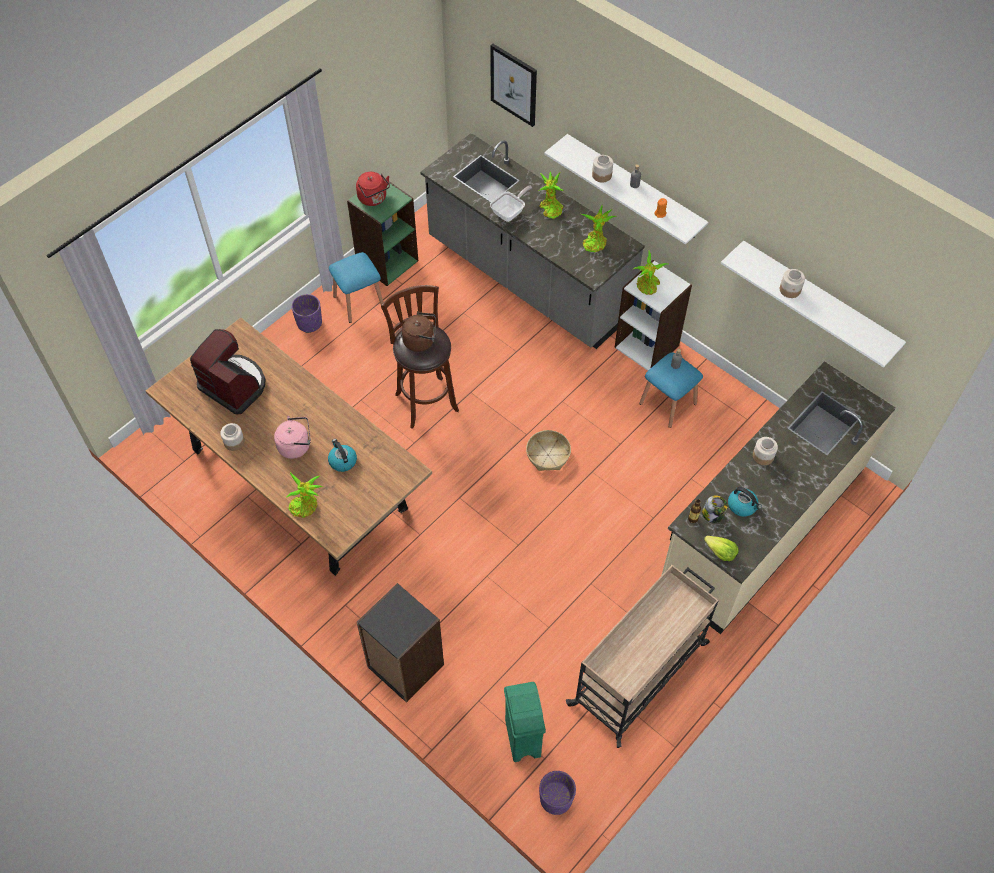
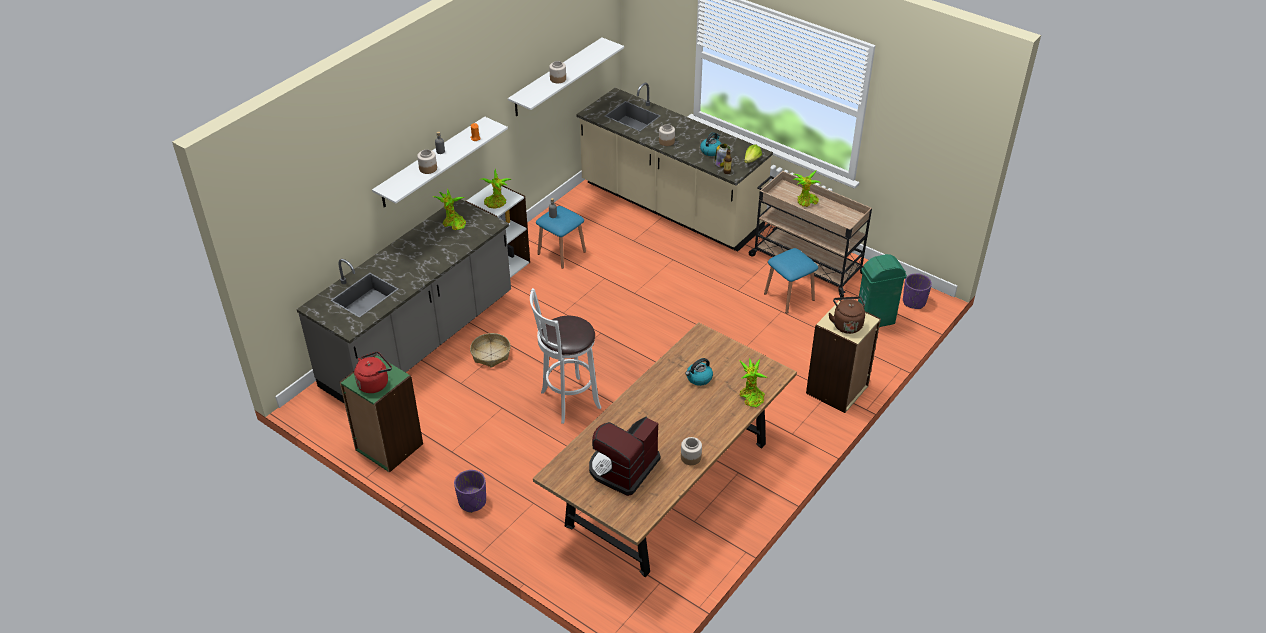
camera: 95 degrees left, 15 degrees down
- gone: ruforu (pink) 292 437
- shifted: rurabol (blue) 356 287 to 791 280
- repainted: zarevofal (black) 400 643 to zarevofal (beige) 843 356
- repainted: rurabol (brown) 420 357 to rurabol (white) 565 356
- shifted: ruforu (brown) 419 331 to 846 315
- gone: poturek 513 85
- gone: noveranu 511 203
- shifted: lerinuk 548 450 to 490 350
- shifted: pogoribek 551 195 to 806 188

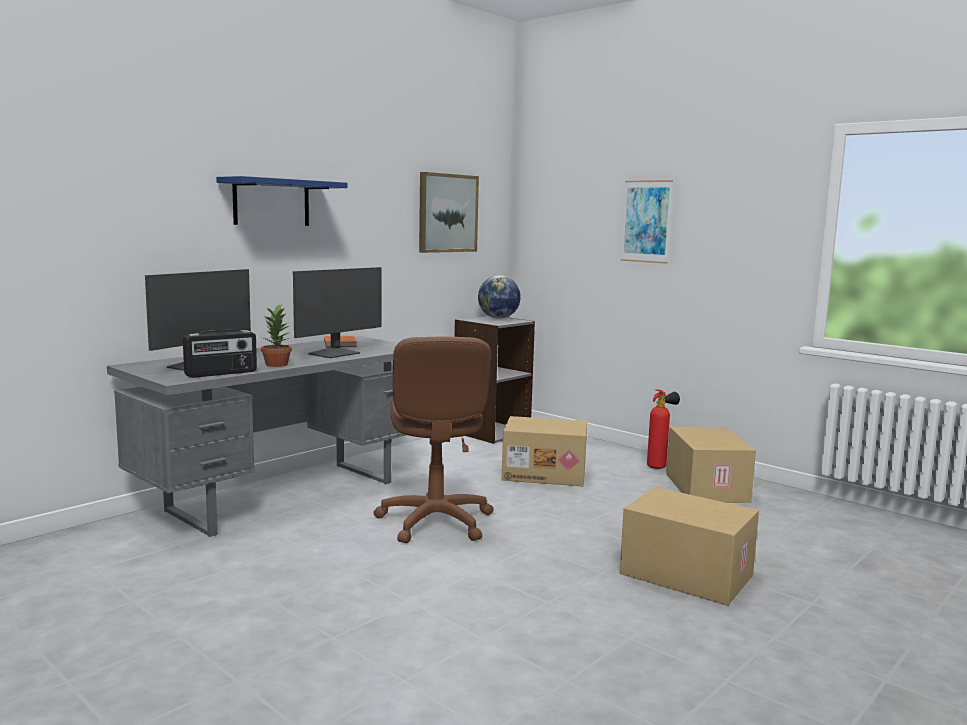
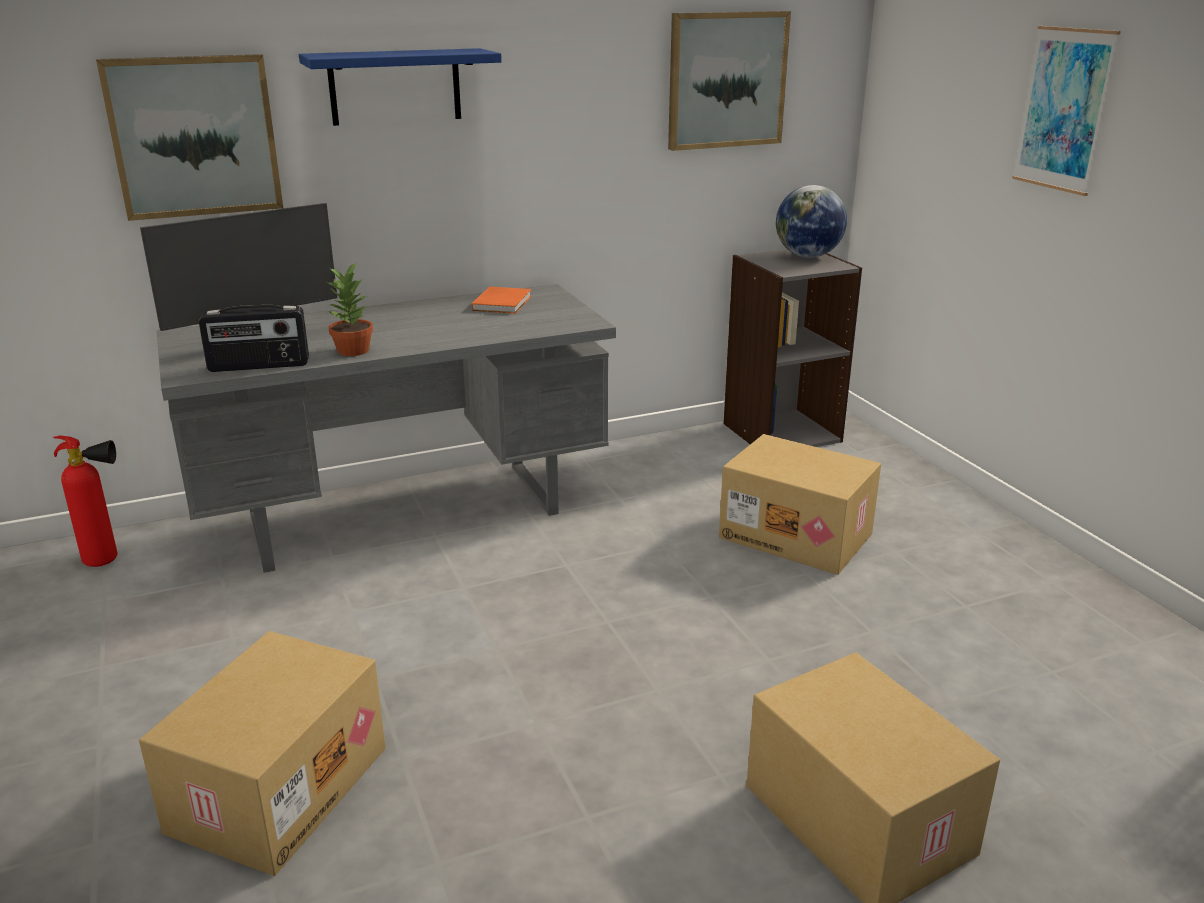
camera: 25 degrees right, 15 degrees up
- gone: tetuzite 337 312
- gone: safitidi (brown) 433 440
- shifted: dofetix 663 429 to 85 501
- shifted: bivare 711 465 to 262 753
- new: poturek 189 137

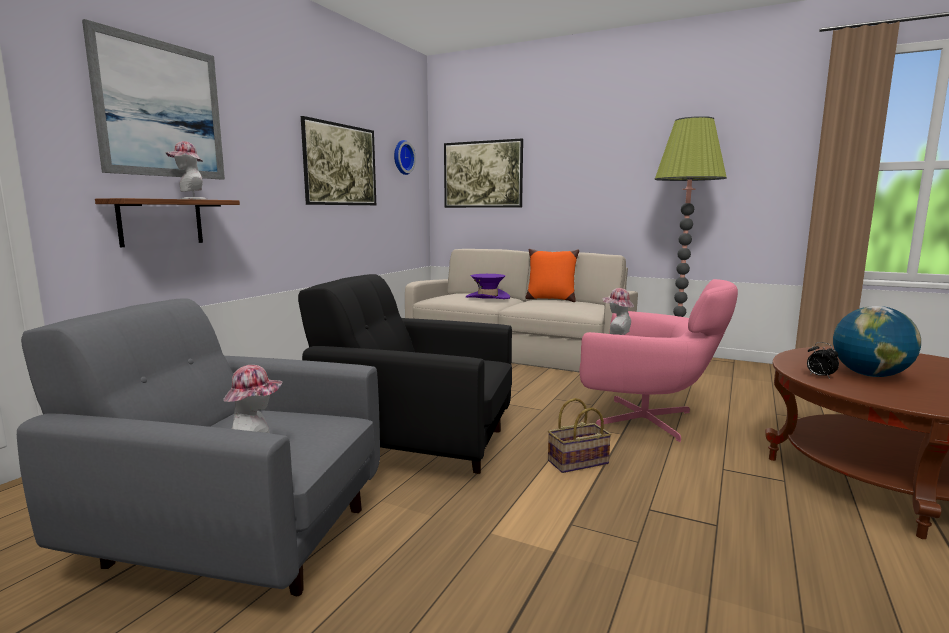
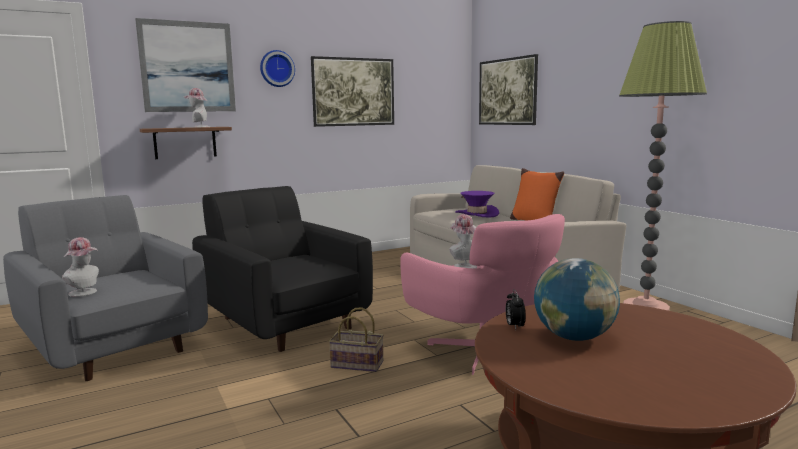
camera: 35 degrees right, 0 degrees up
- shifted: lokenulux 405 157 to 277 68

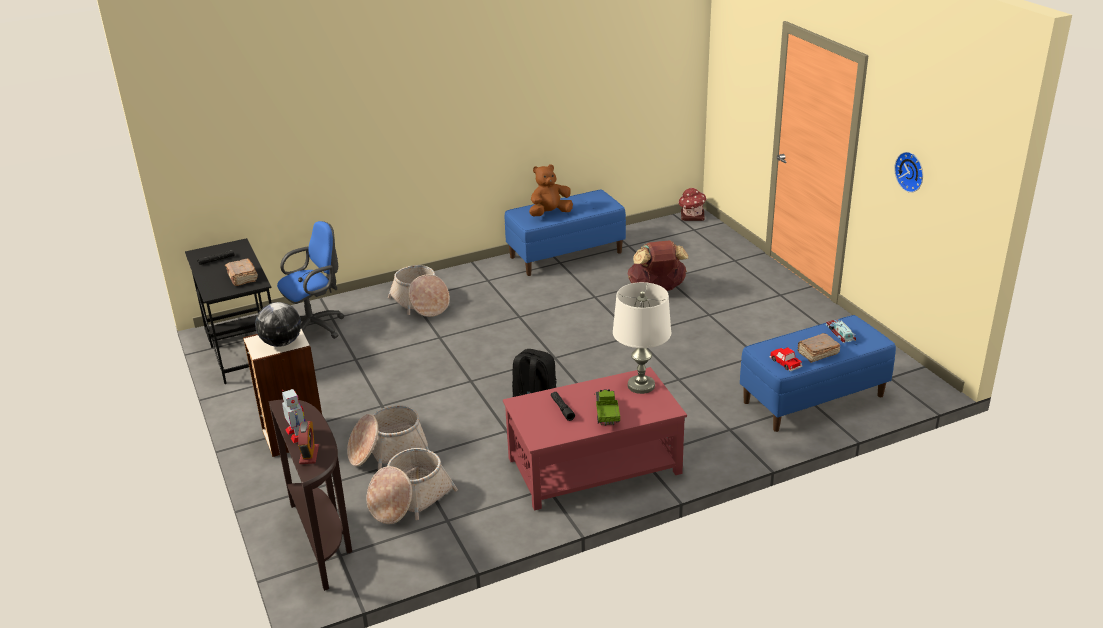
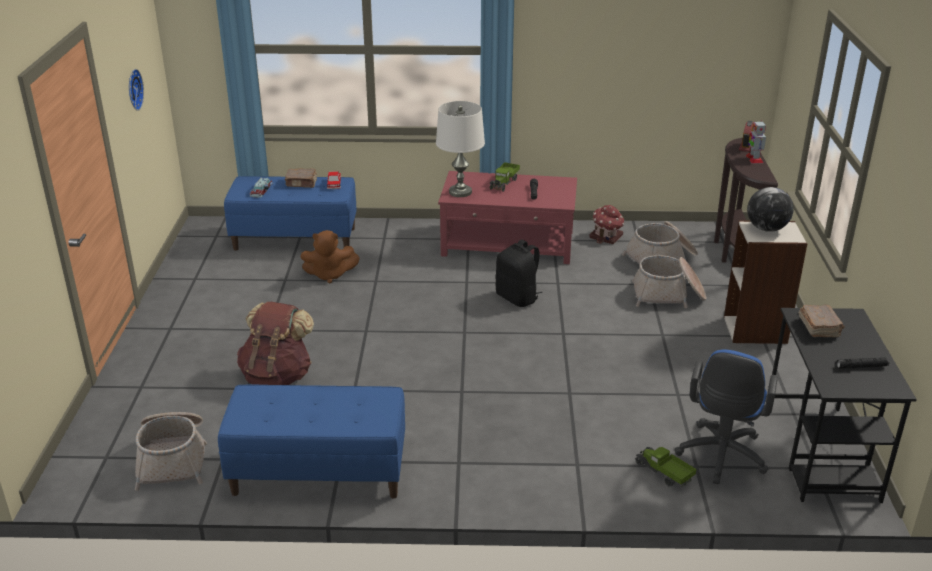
camera: 155 degrees left, 0 degrees up
- rotated: safitidi (blue) 310 280 = 726 416 60 degrees counterclockwise
- shifted: lerinuk 419 291 to 171 451
- shifted: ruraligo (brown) 551 190 to 330 257
- shifted: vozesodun 692 204 to 606 224
- new: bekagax 666 467

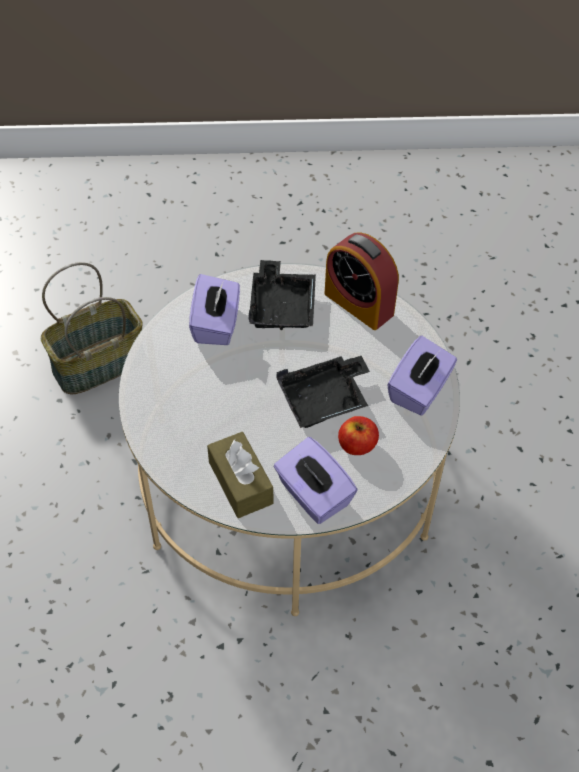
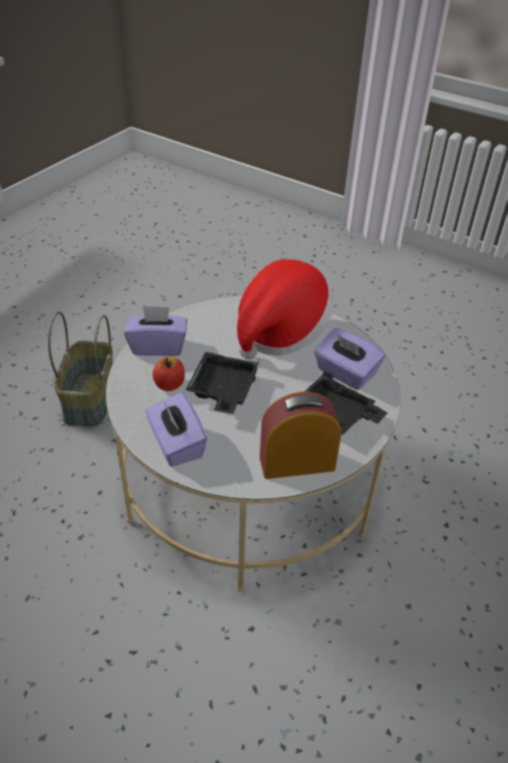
camera: 125 degrees right, 10 degrees down
- shifted: lerinuk 91 328 to 80 369
- gone: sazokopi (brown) 240 475
- new: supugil 285 309

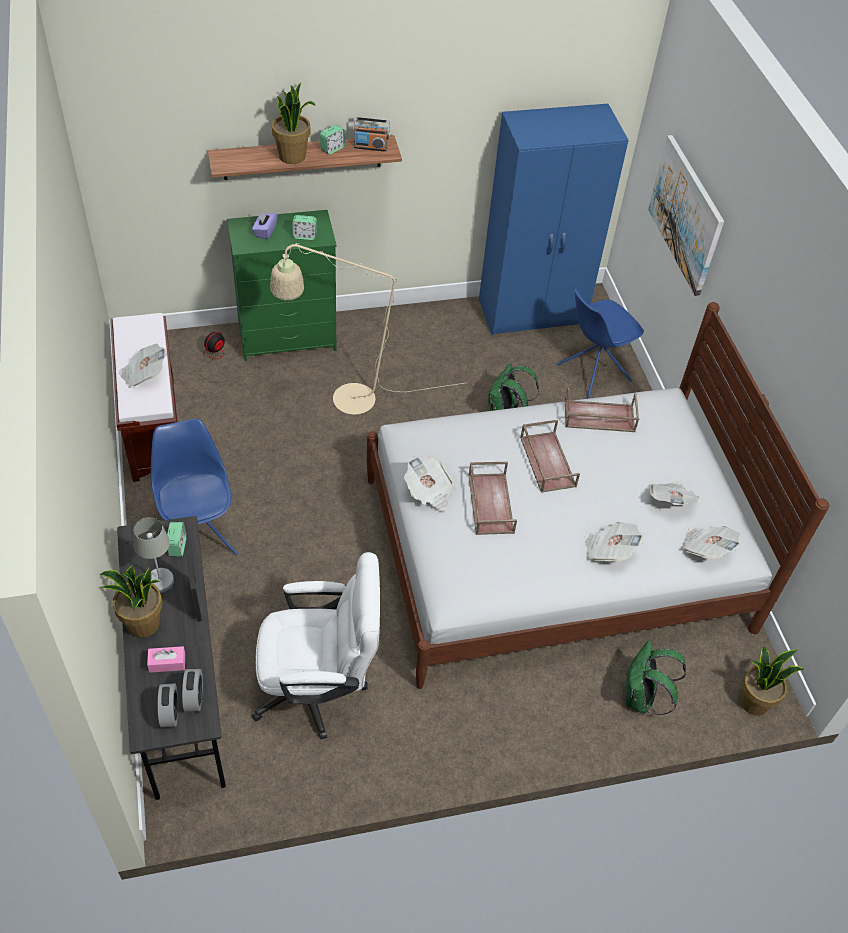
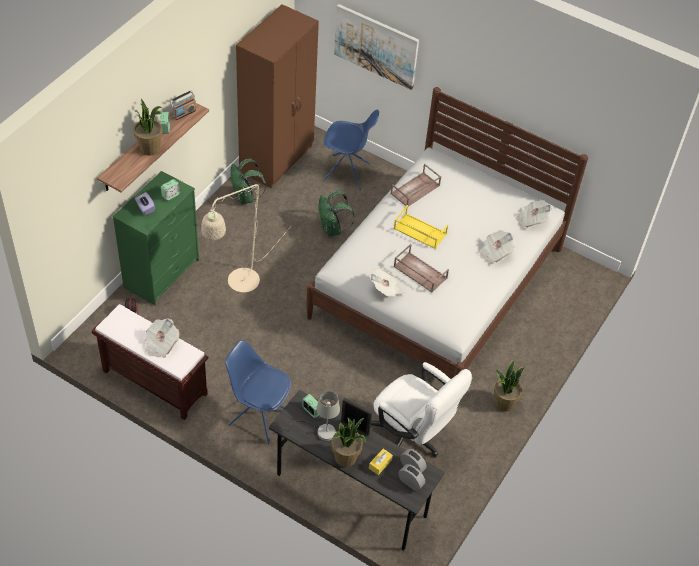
camera: 45 degrees left, 0 degrees up
- repainted: sazokopi (pink) 166 659 to sazokopi (yellow) 381 462
- rotated: safitidi (white) 315 646 = 421 409 90 degrees clockwise
- repainted: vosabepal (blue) 554 219 to vosabepal (brown) 277 96
- repainted: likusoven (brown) 550 456 to likusoven (yellow) 421 227
- rotated: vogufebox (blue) 600 343 = 351 150 90 degrees counterclockwise
- shifted: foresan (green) 656 678 to 248 181
- gone: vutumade 675 493
- shifted: pogoribek 772 681 to 509 385

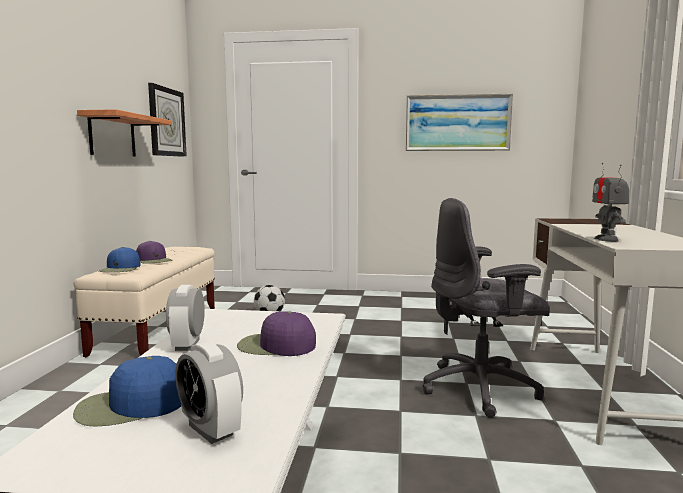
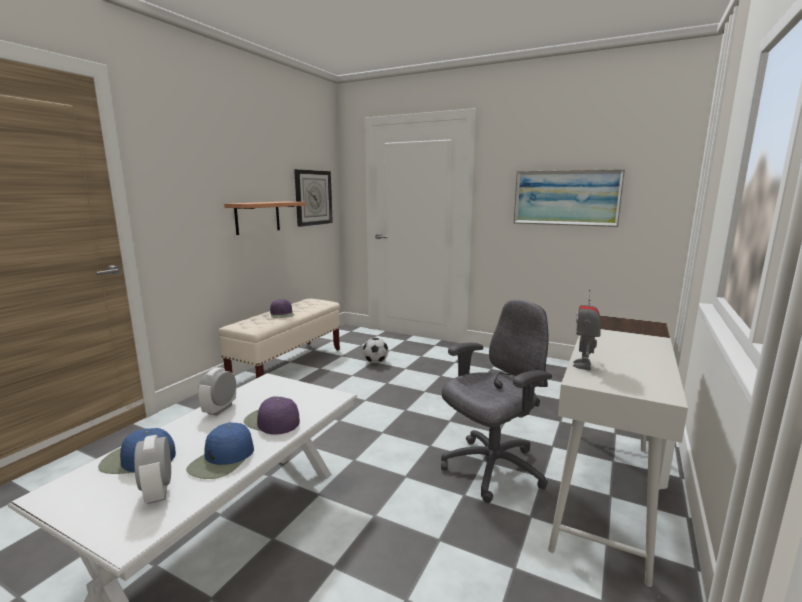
camera: 20 degrees right, 5 degrees up
- shifted: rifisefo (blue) 120 259 to 220 450
- rotated: safitidi (grey) 486 308 = 496 401 135 degrees clockwise

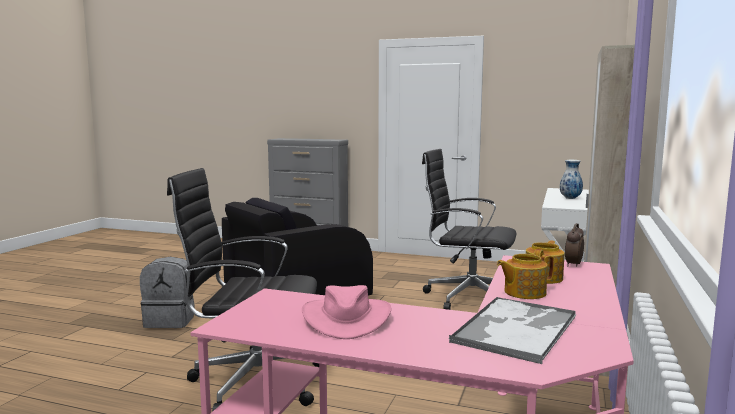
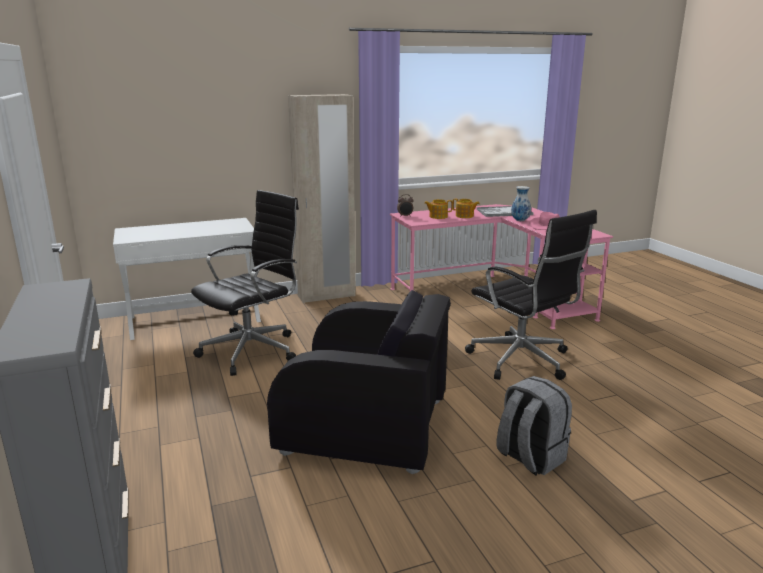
camera: 130 degrees left, 10 degrees up
- rotated: safitidi (black) 469 229 = 245 283 120 degrees counterclockwise
- shifted: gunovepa 571 179 to 521 203

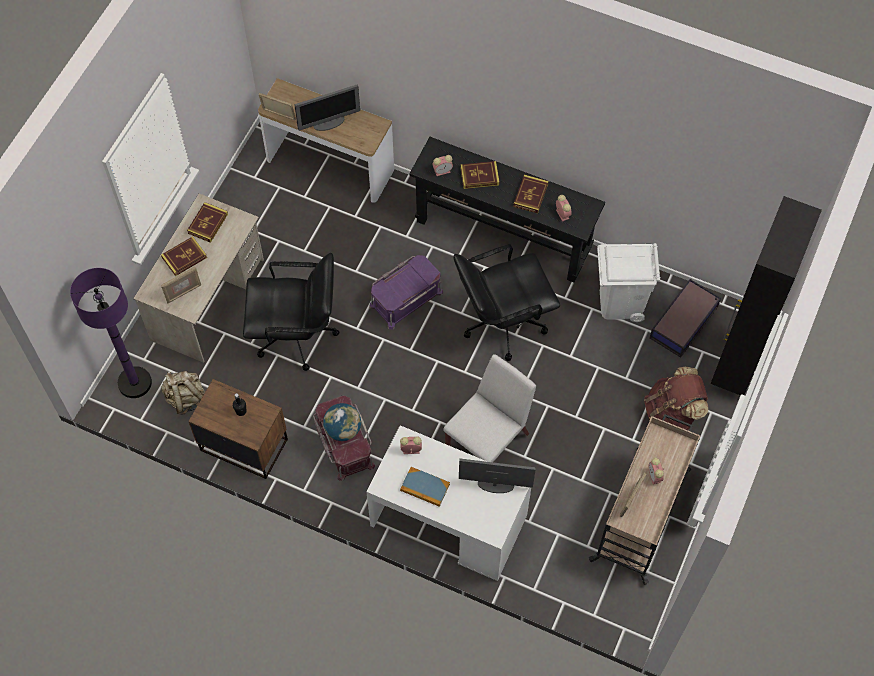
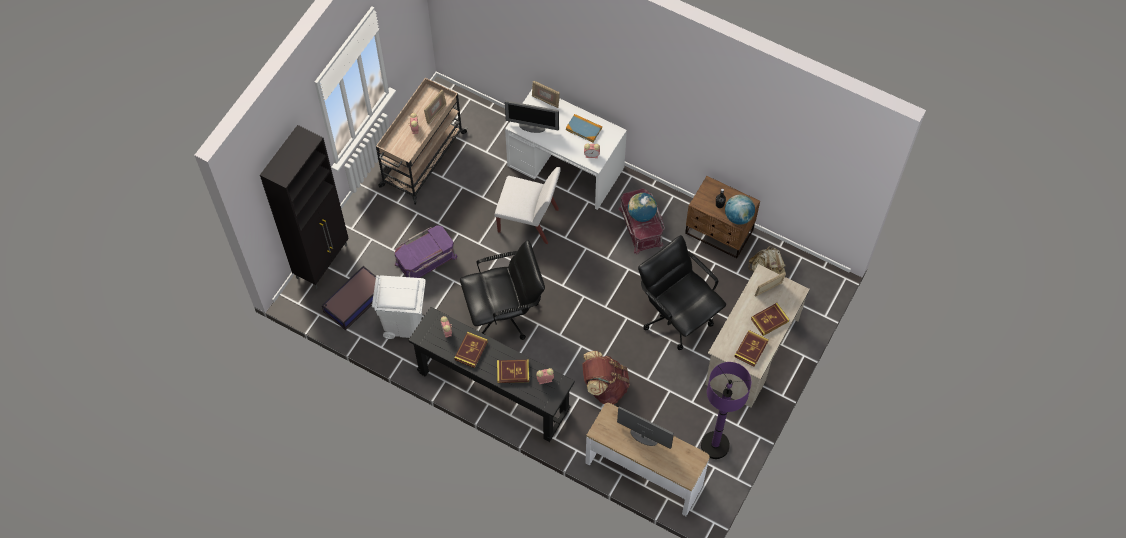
camera: 175 degrees left, 0 degrees up
- shifted: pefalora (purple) 111 333 to 726 410
- rotated: safitidi (black) 291 312 = 682 292 45 degrees clockwise
- shifted: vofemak 277 106 to 546 94
- rotated: tetuzite 327 108 = 645 427 45 degrees clockwise
- shifted: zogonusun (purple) 406 292 to 425 251
- rotated: vogufebox (white) 489 408 = 528 205 120 degrees counterclockwise
- shifted: foresan (brown) 676 398 to 606 377
- new: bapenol 740 210

